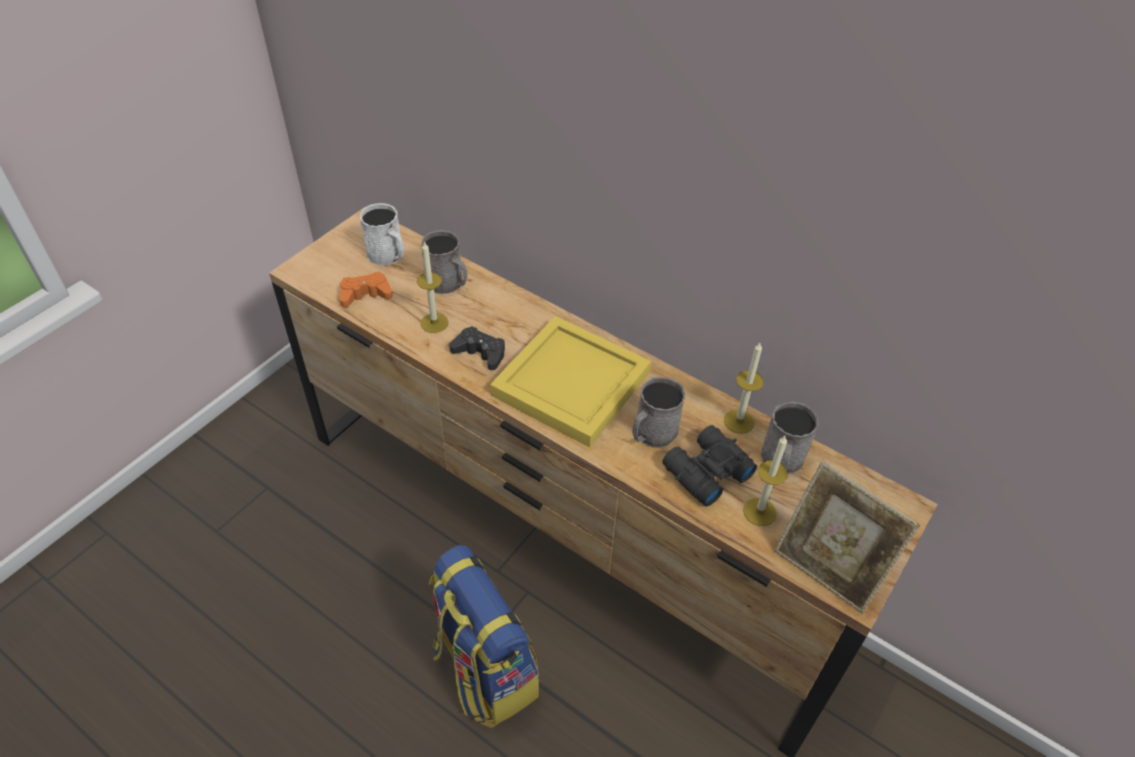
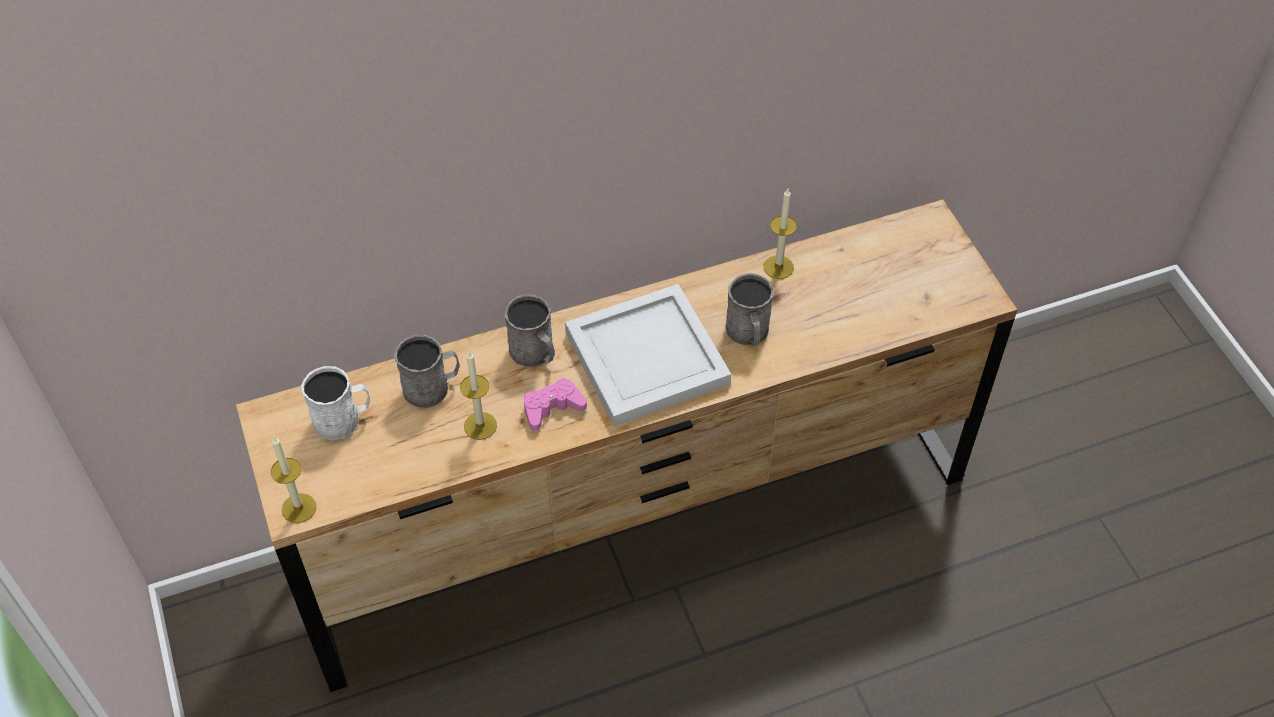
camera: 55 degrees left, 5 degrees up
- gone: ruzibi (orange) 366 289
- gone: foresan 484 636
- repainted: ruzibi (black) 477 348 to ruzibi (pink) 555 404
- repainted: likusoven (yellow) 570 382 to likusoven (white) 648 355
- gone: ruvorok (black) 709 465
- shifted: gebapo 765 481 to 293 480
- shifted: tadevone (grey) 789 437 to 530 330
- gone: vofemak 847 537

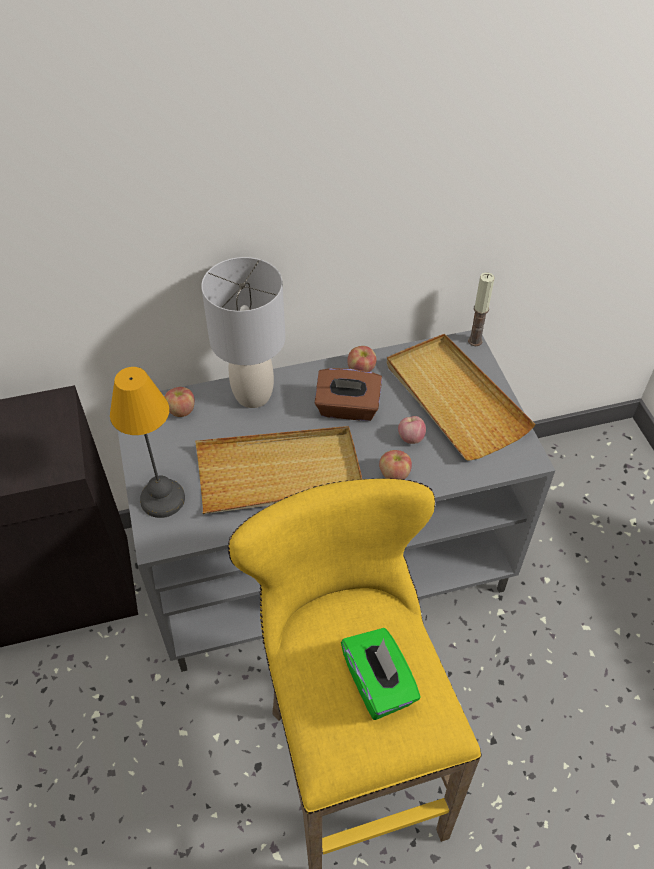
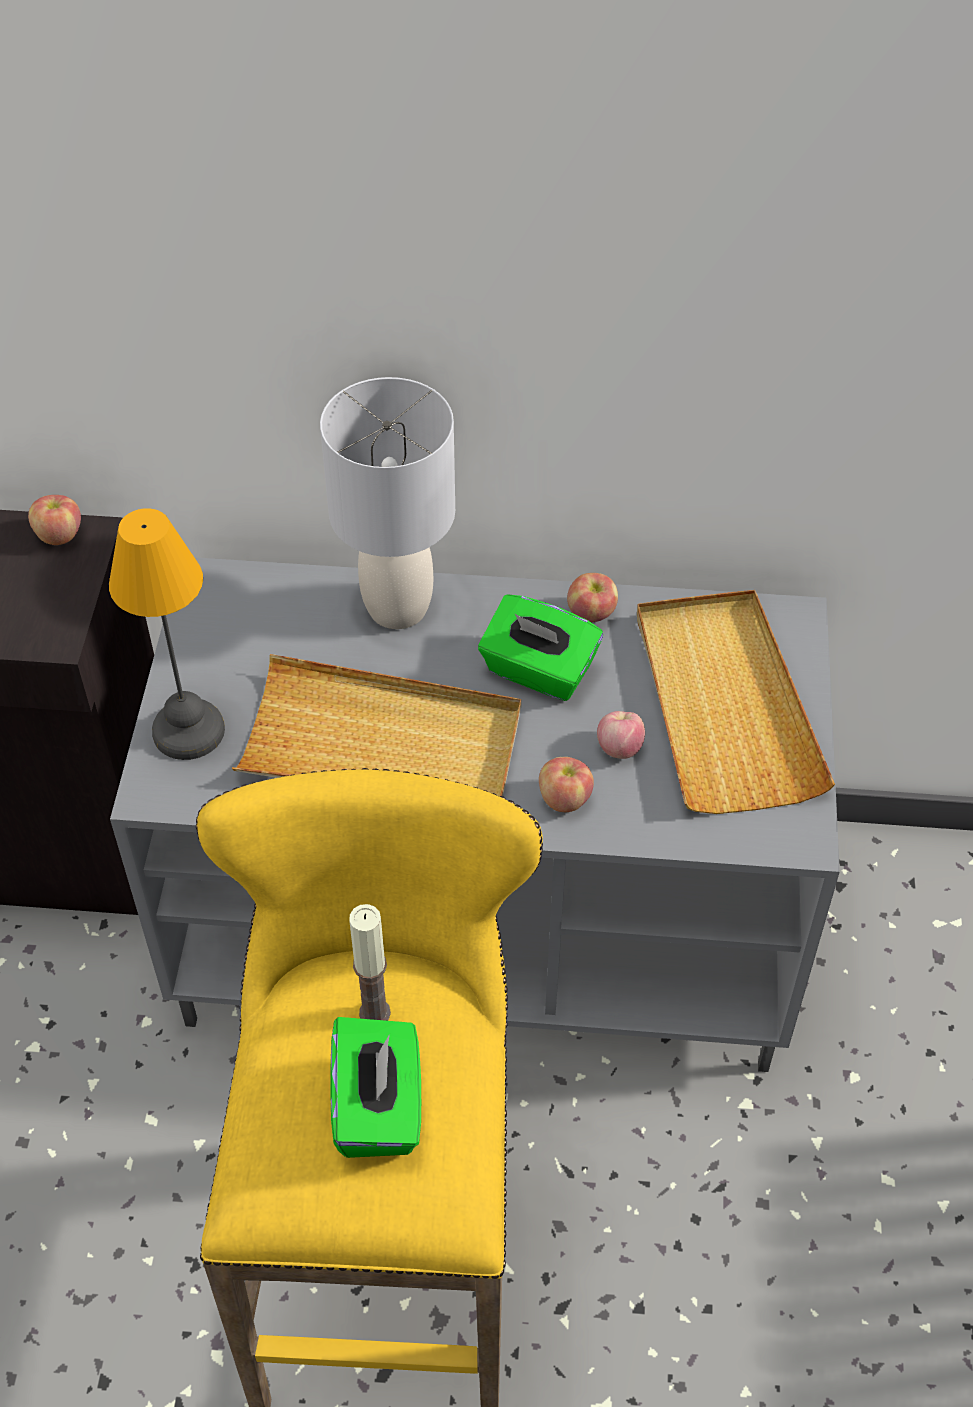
camera: 20 degrees right, 0 degrees up
- shifted: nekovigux 179 402 to 54 520
- repainted: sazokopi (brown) 348 394 to sazokopi (green) 540 647
- shifted: gebapo 481 309 to 370 962

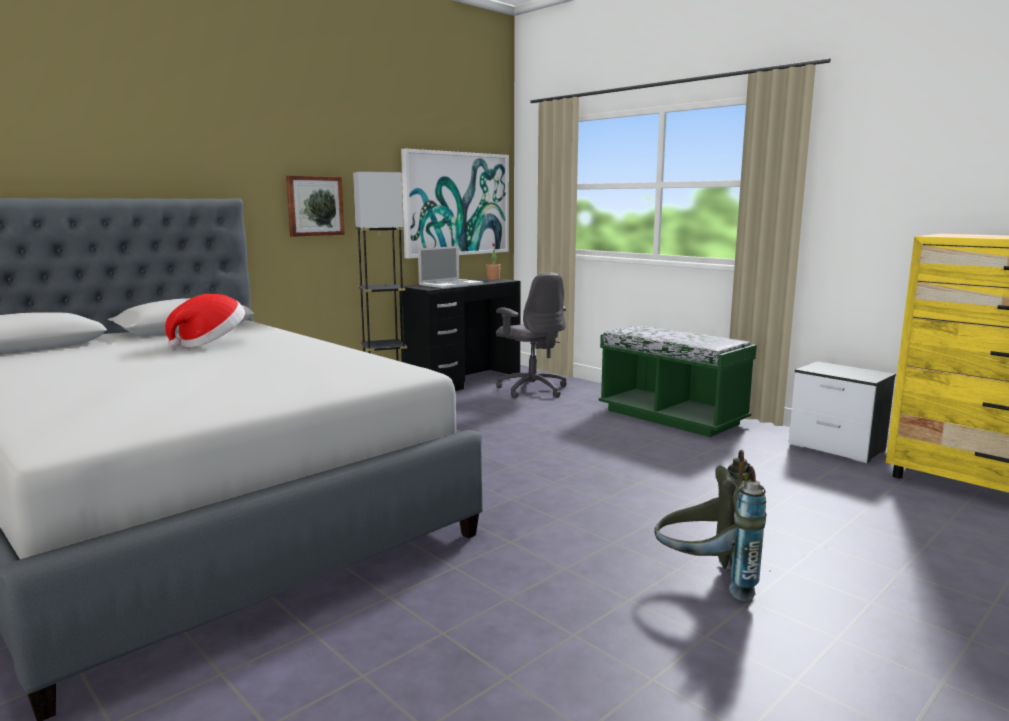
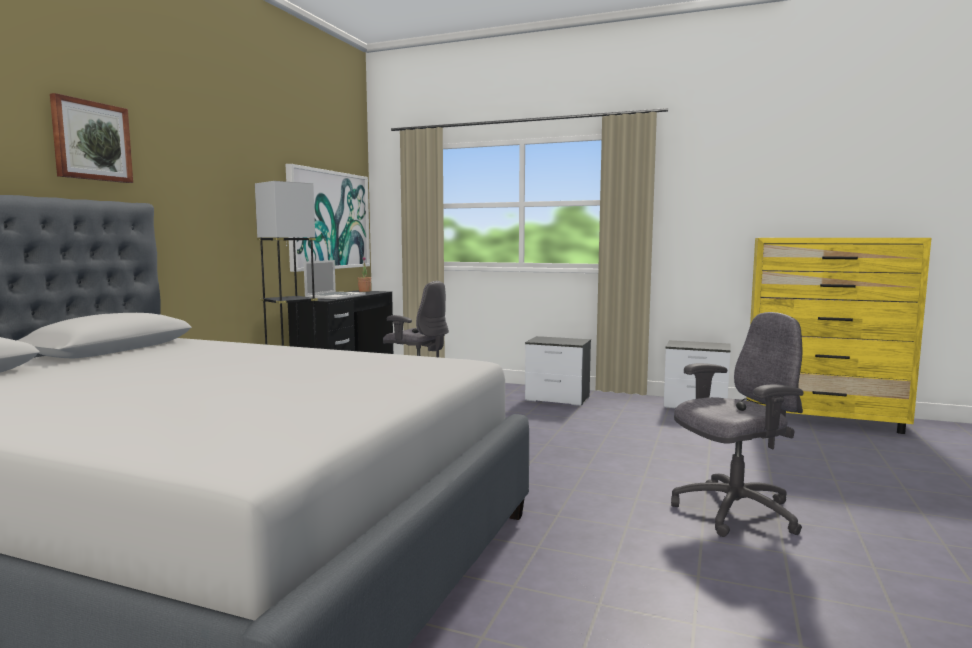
camera: 25 degrees left, 5 degrees down
- gone: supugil 205 321
- shifted: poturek 315 206 to 91 138
- swapped: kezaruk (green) 678 381 to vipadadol 558 371
- swapped: foresan (grey) 710 525 to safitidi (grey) 737 424

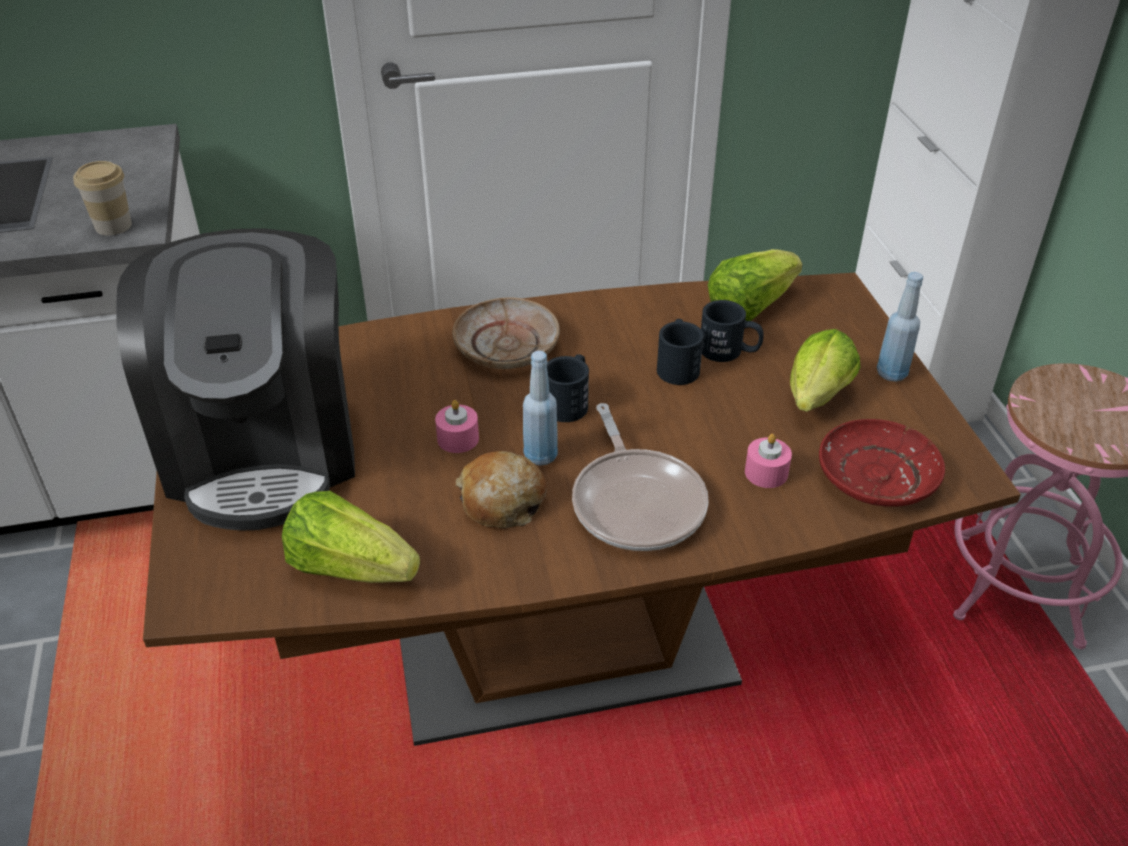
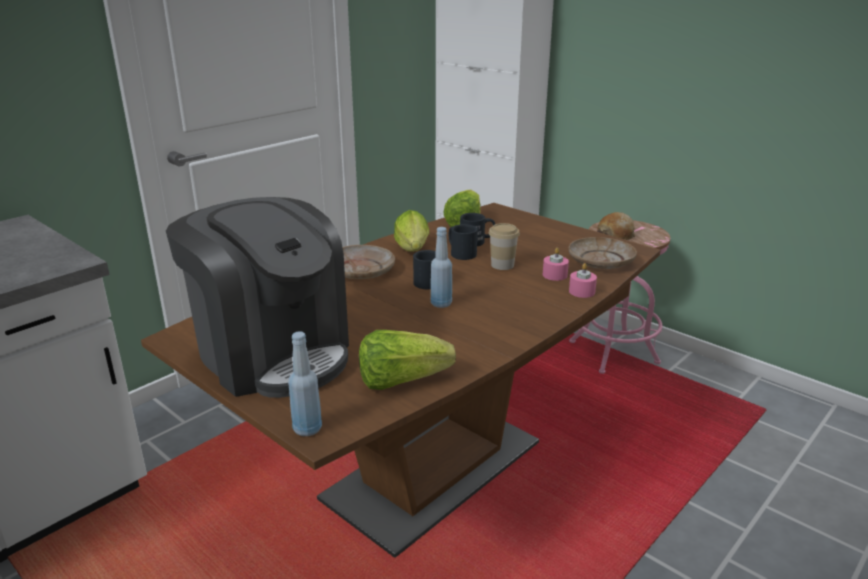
camera: 35 degrees left, 15 degrees down
- shifted: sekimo 102 198 to 504 246
- shifted: gebapo (pink) 457 426 to 583 280
- shifted: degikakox 501 489 to 616 226
- gone: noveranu 640 477
- shifted: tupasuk 825 370 to 411 231
- repainted: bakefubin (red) 882 463 to bakefubin (beige) 602 253
- shifted: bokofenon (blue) 900 327 to 305 383

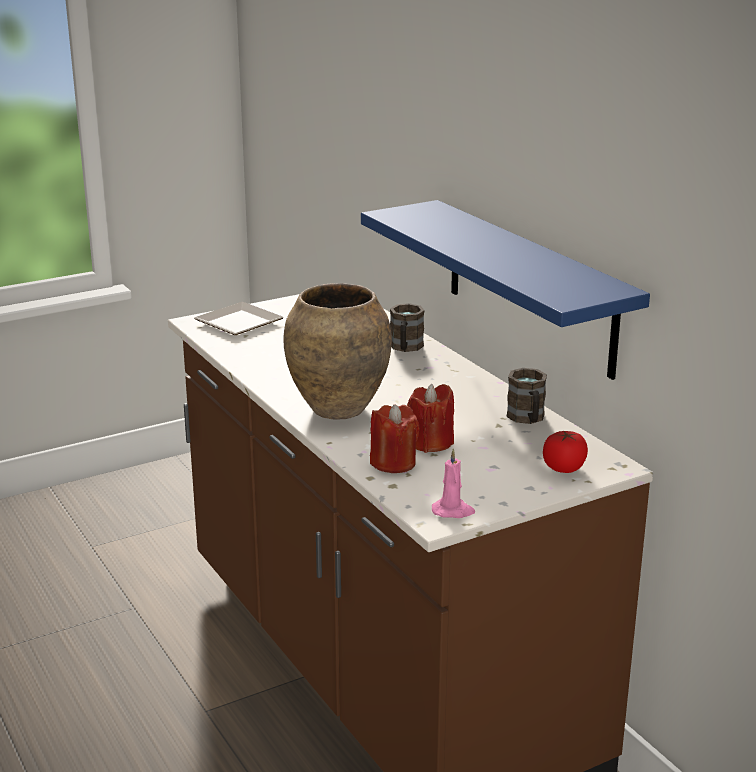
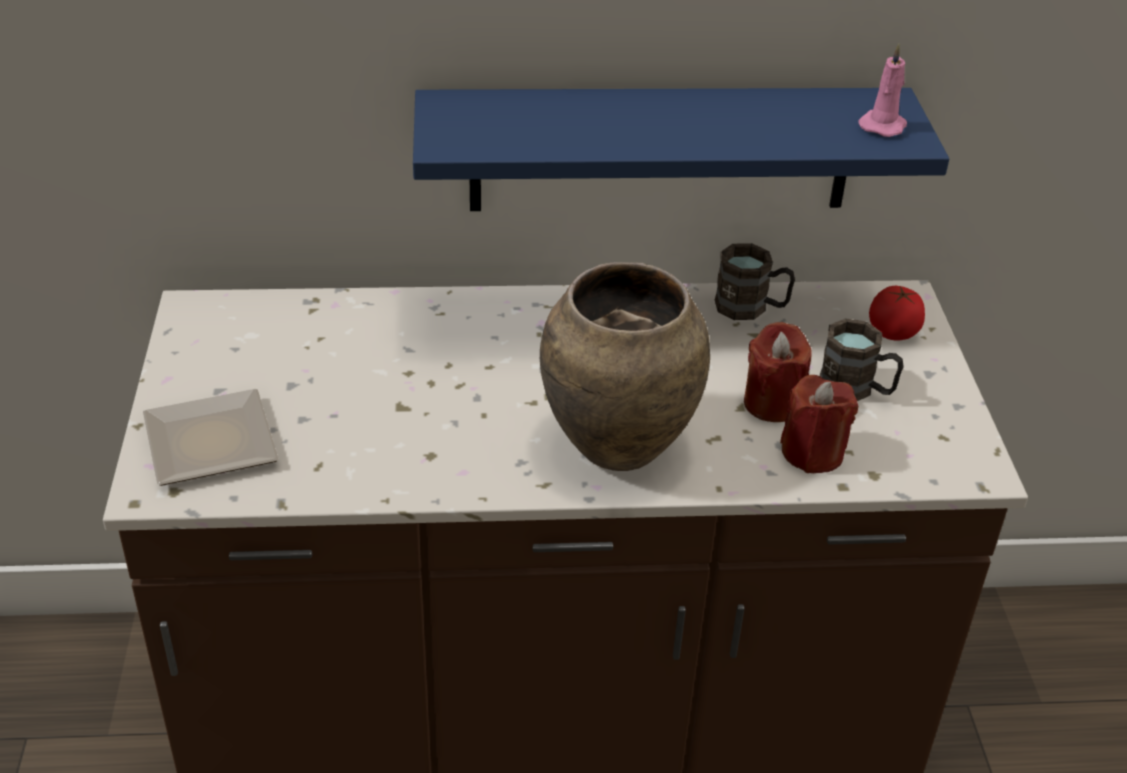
camera: 65 degrees left, 15 degrees up
- shifted: tadevone (brown) 407 327 to 862 359
- shifted: gebapo (pink) 453 483 to 882 90

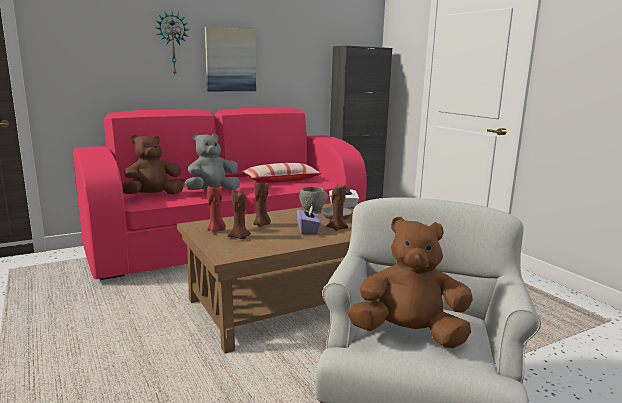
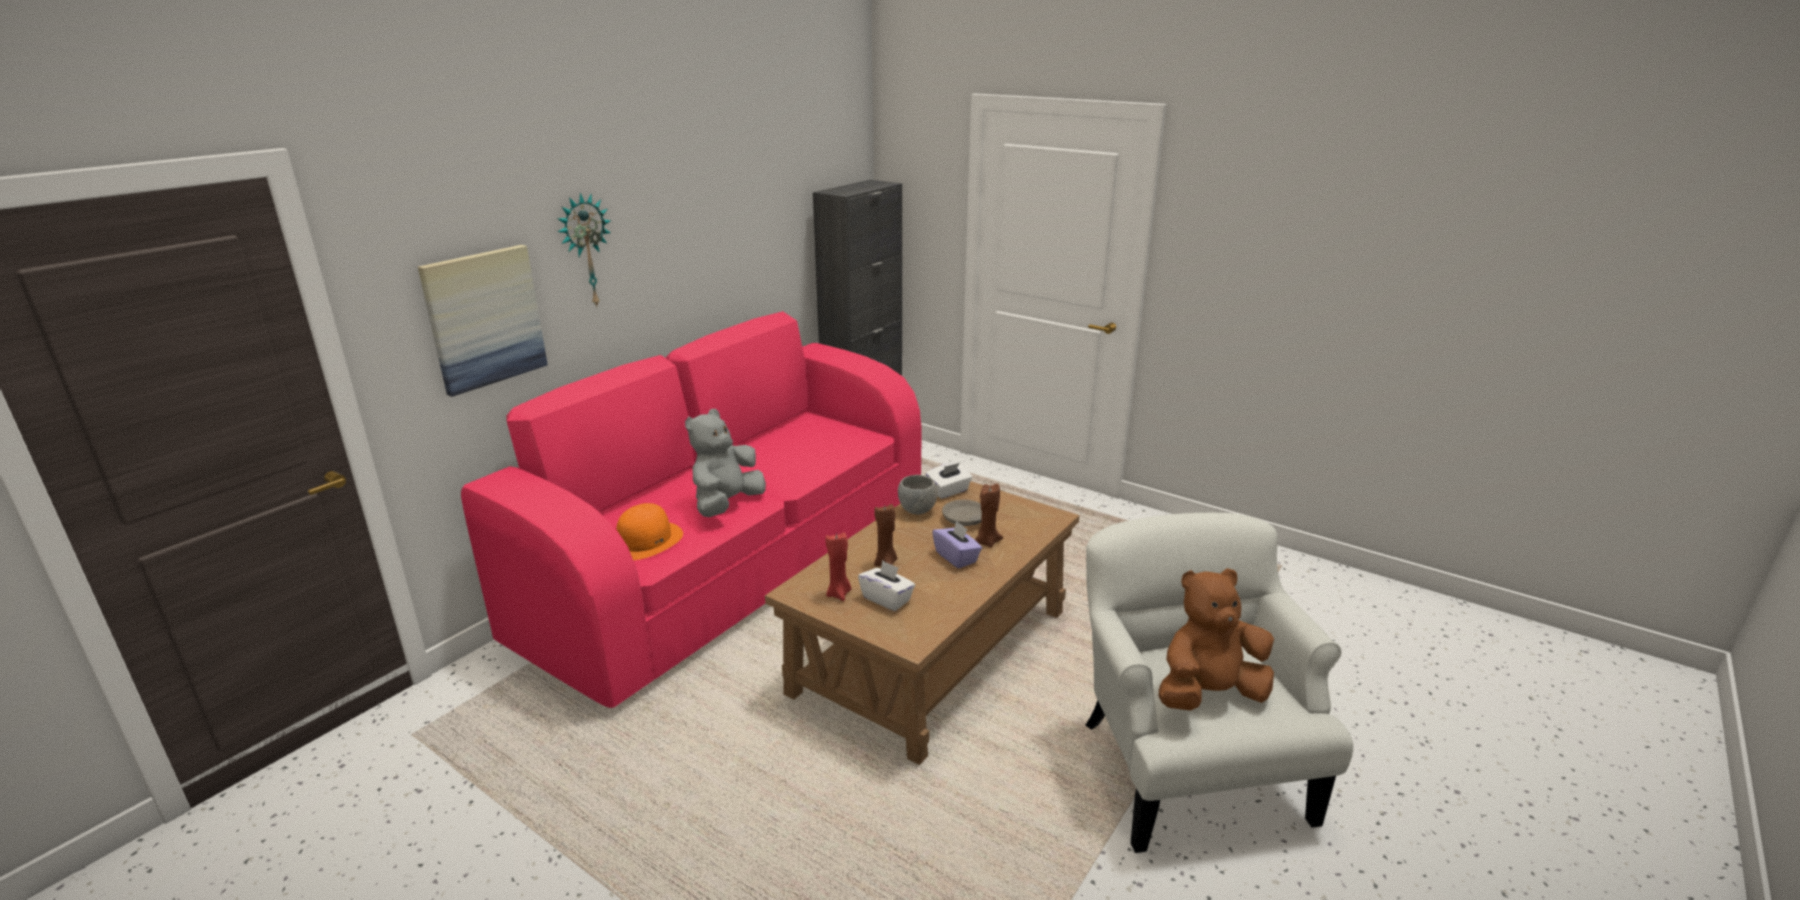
camera: 25 degrees left, 10 degrees up
- swapped: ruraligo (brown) 152 164 to supugil (orange) 649 531
- shifted: poturek 230 59 to 483 321
- swapped: gebapo (brown) 239 214 to sazokopi (white) 886 585
- gone: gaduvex 282 172

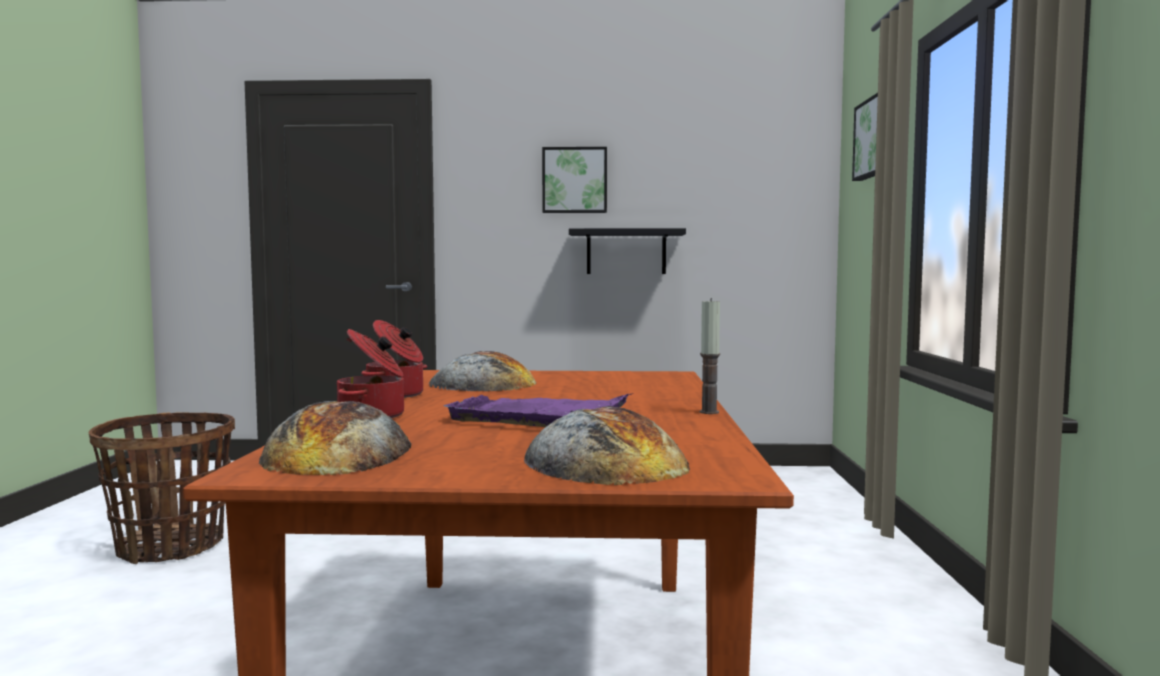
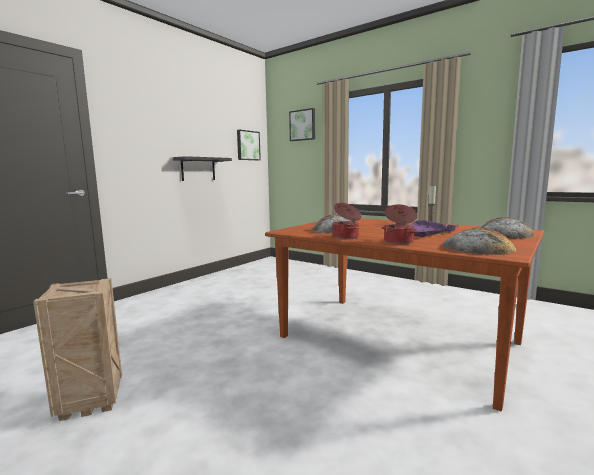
camera: 55 degrees left, 5 degrees up
- swapped: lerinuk 161 488 to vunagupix 77 349
- shifted: poturek 574 180 to 249 145

